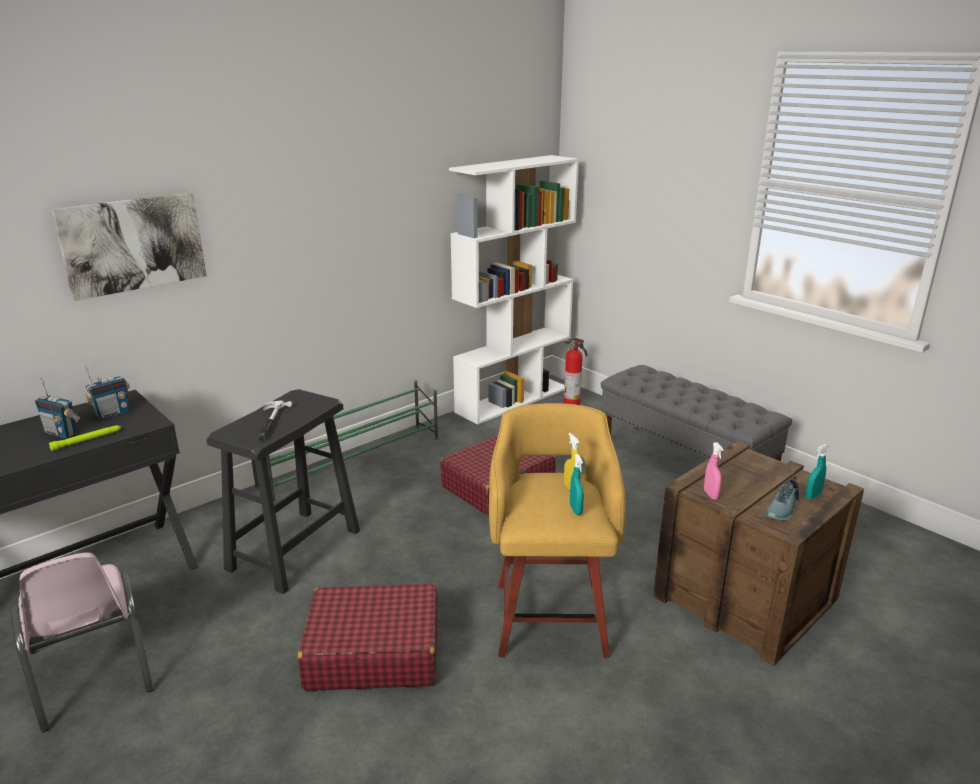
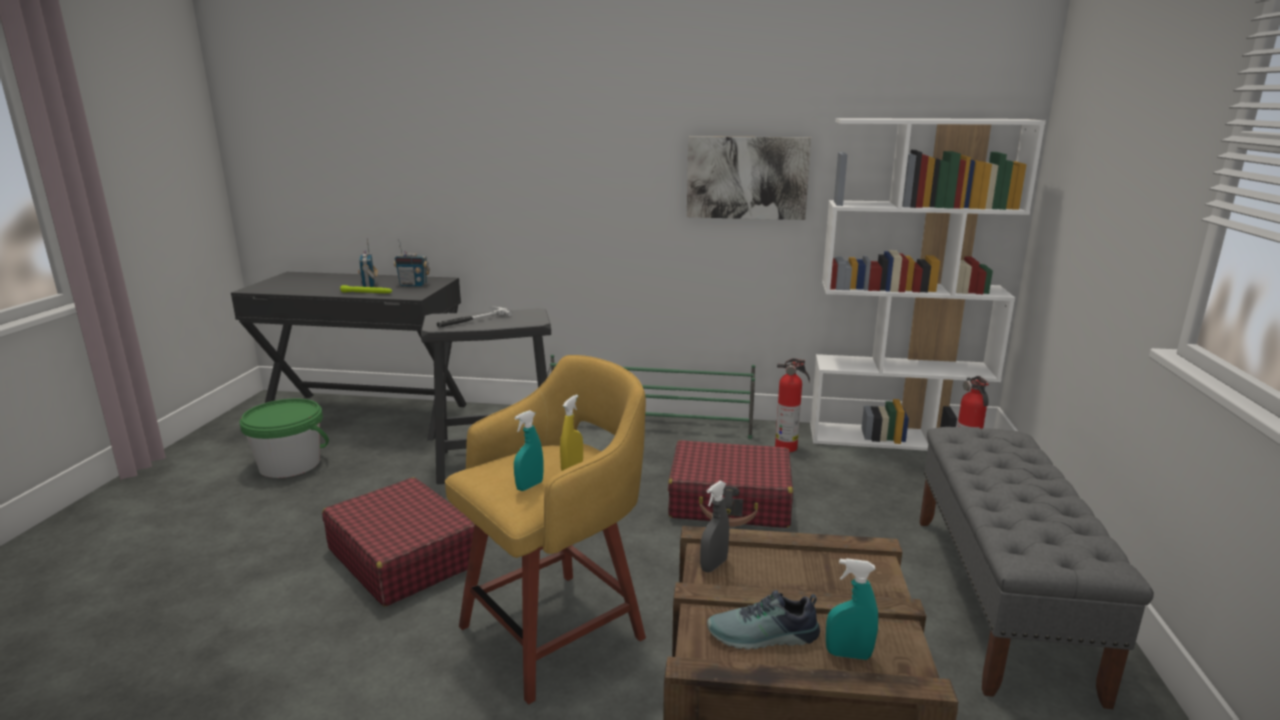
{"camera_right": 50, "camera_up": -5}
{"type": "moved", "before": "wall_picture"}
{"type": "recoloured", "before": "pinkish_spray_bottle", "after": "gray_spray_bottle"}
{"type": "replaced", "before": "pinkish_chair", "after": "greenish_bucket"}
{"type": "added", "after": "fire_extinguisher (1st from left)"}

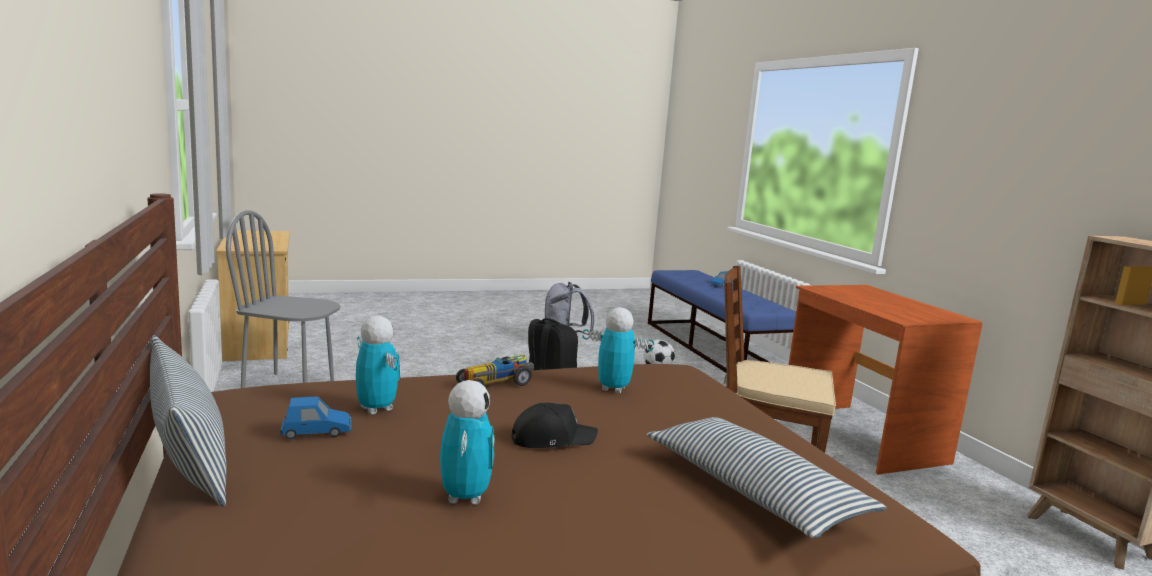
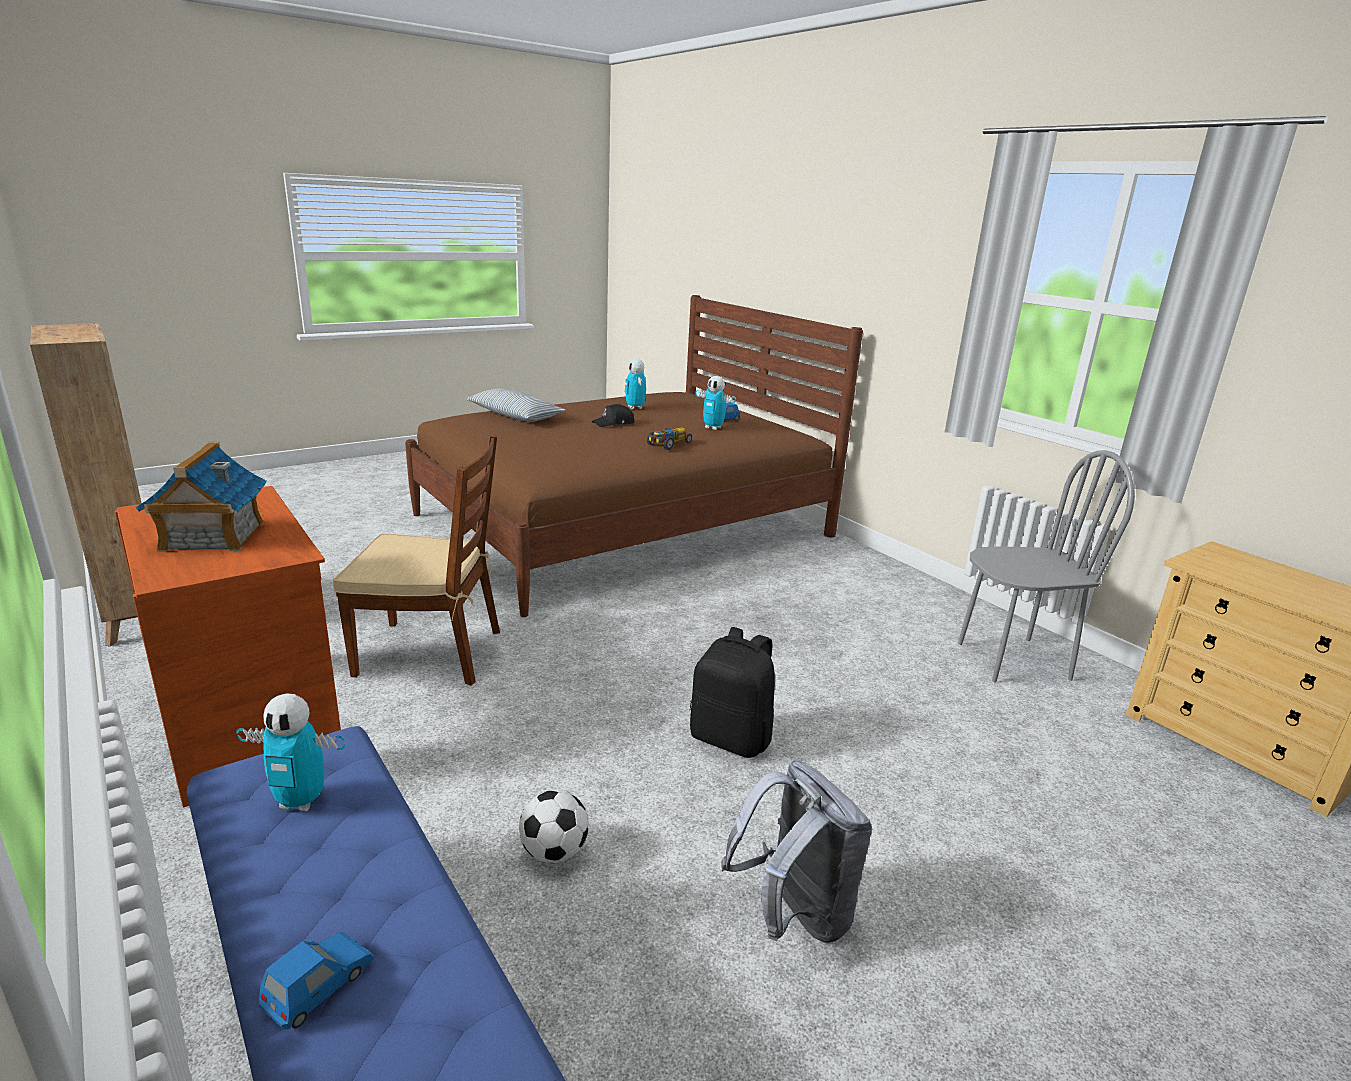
{"camera_right": 165, "camera_up": 10}
{"type": "moved", "before": "model_robot (3rd from left in the first image)", "after": "model_robot (1st from left)"}
{"type": "removed", "before": "cushion (1st from left)"}
{"type": "added", "after": "toy_house"}

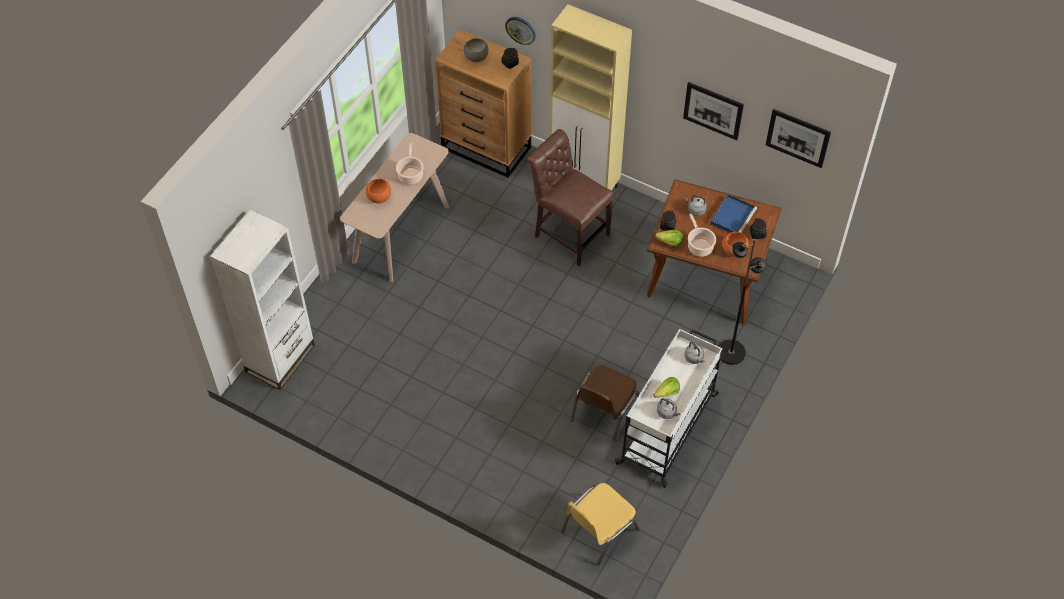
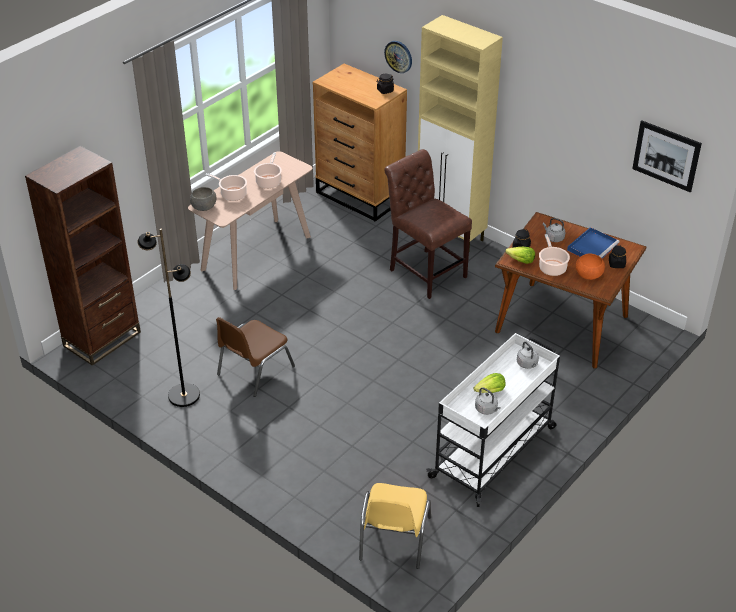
{"camera_right": 10, "camera_up": -15}
{"type": "moved", "before": "gray_deep_dish"}
{"type": "removed", "before": "wall_picture (1st from left)"}
{"type": "replaced", "before": "orangey_deep_dish (1st from left)", "after": "stockpot (1st from left)"}
{"type": "recoloured", "before": "whitish_shelving_unit", "after": "brown_shelving_unit"}
{"type": "moved", "before": "blackish_standing_lamp"}
{"type": "moved", "before": "brown_chair (2nd from left in the first image)", "after": "brown_chair (1st from left)"}
{"type": "turned", "before": "yellowish_chair", "turn": -45}

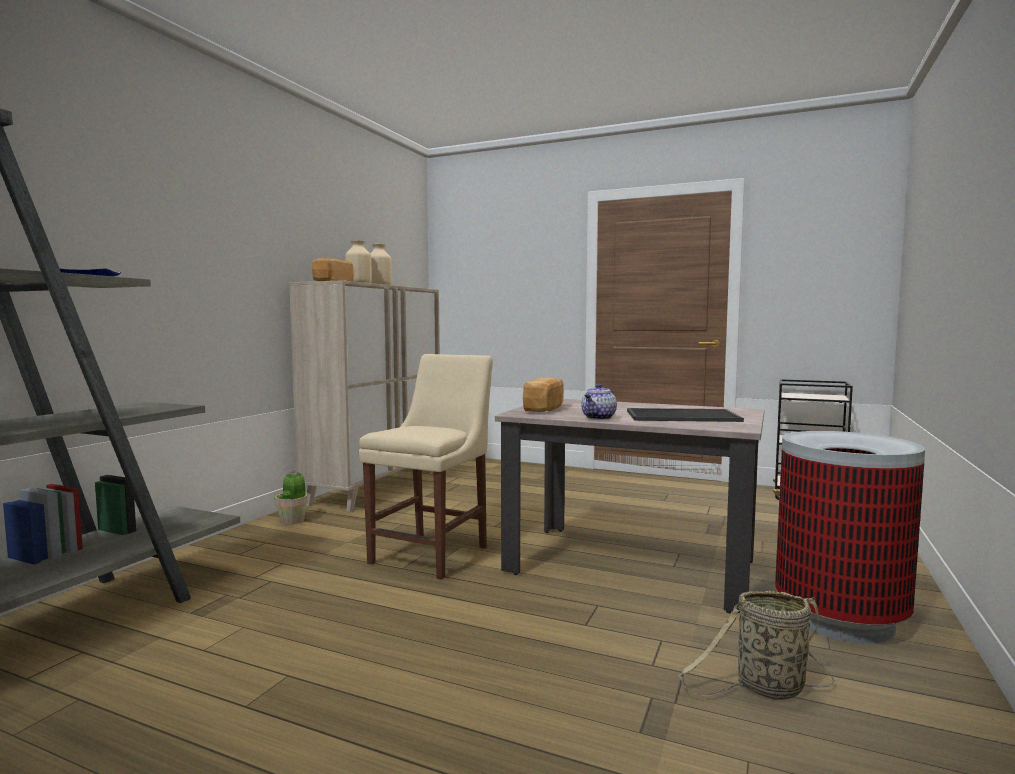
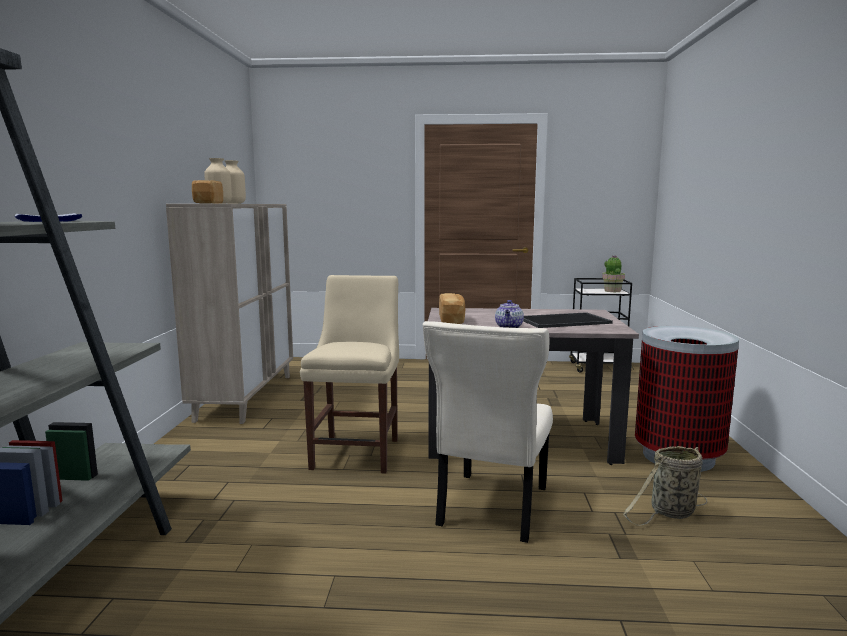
{"camera_right": -20, "camera_up": 5}
{"type": "moved", "before": "potted_plant"}
{"type": "added", "after": "sand-coloured_chair (2nd from left)"}

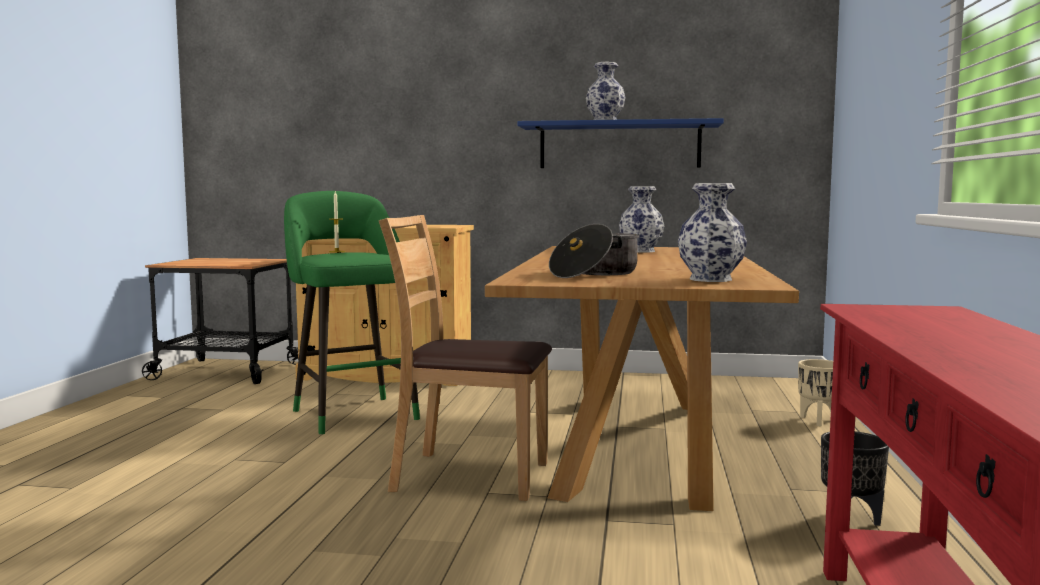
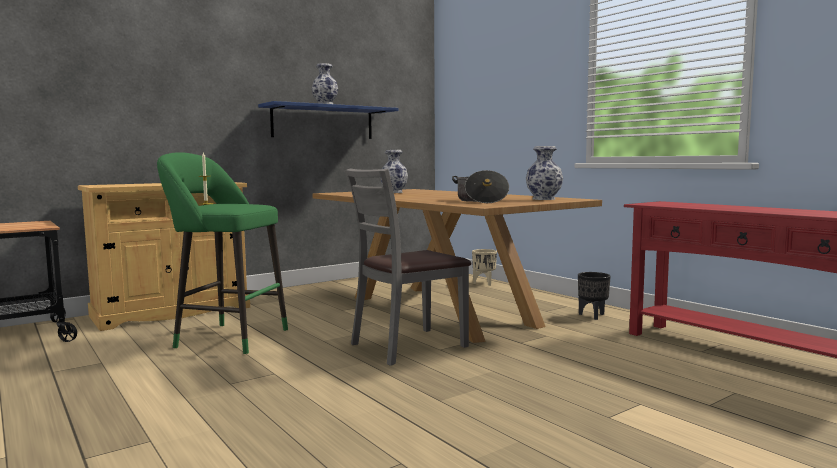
{"camera_right": -45, "camera_up": 0}
{"type": "recoloured", "before": "brown_chair", "after": "gray_chair"}

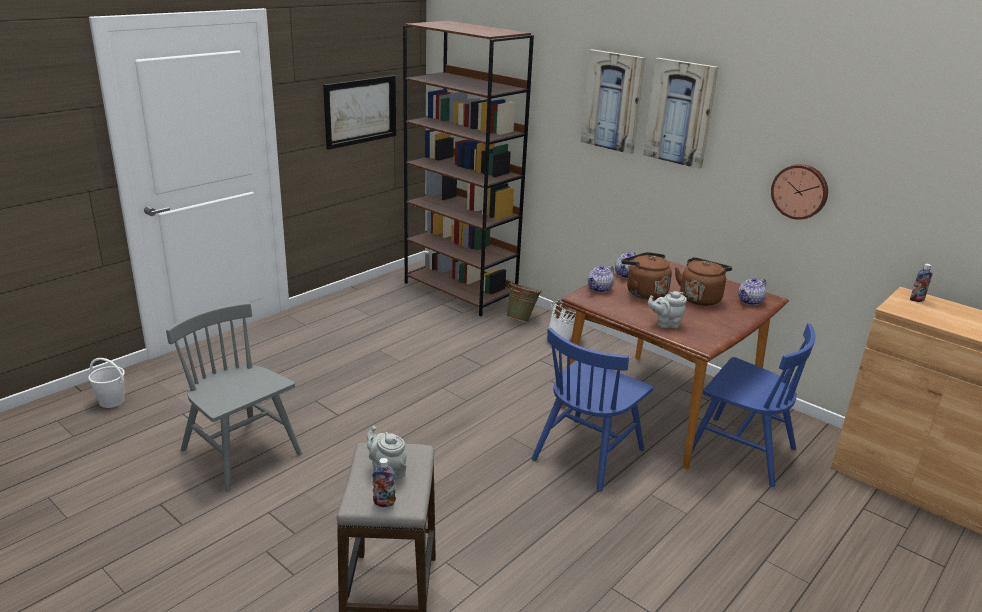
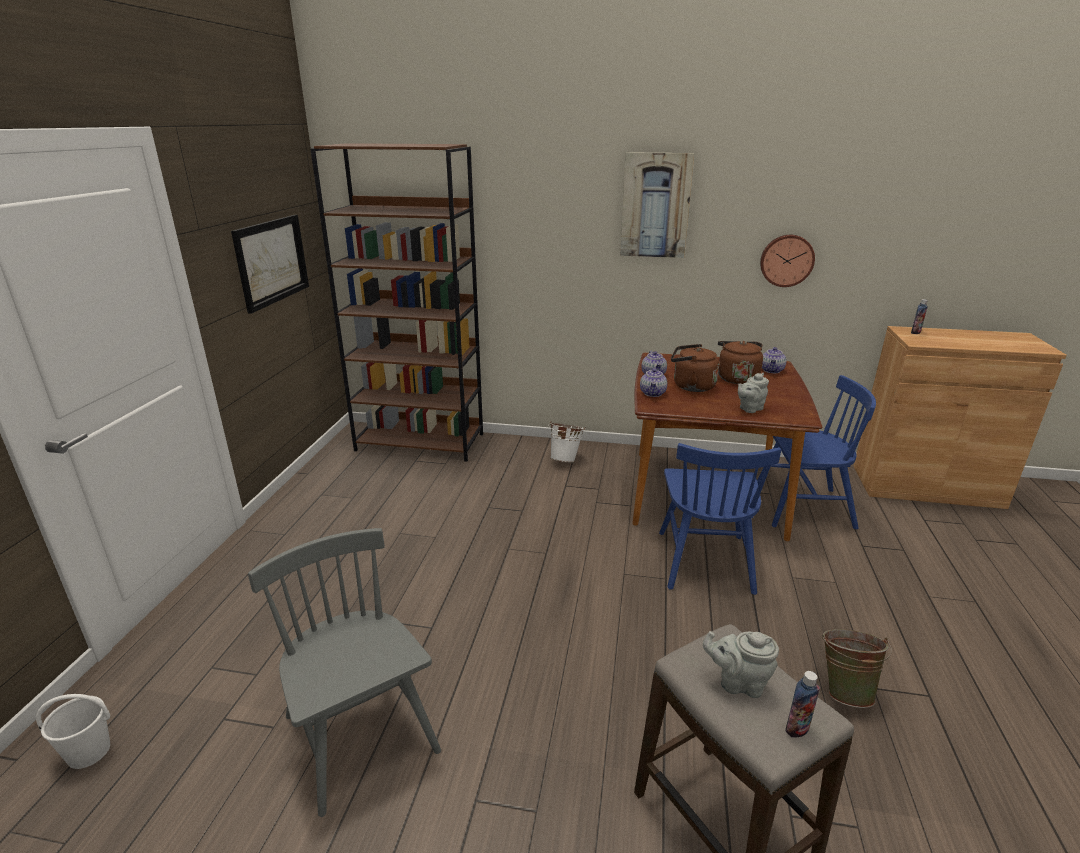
{"camera_right": -30, "camera_up": 0}
{"type": "removed", "before": "wall_picture (2nd from left)"}
{"type": "moved", "before": "greenish_bucket"}
{"type": "turned", "before": "gray_chair", "turn": 45}

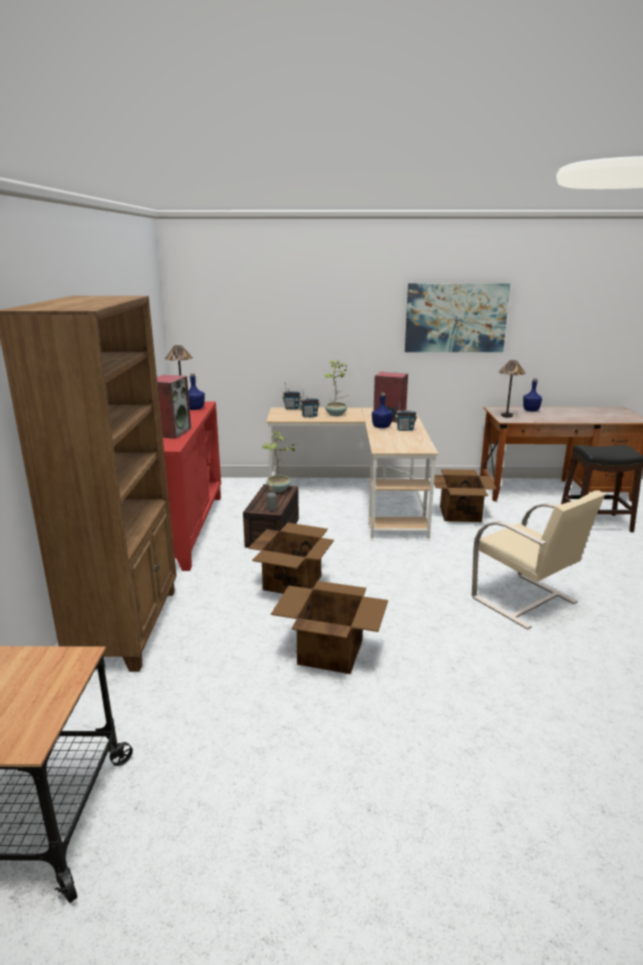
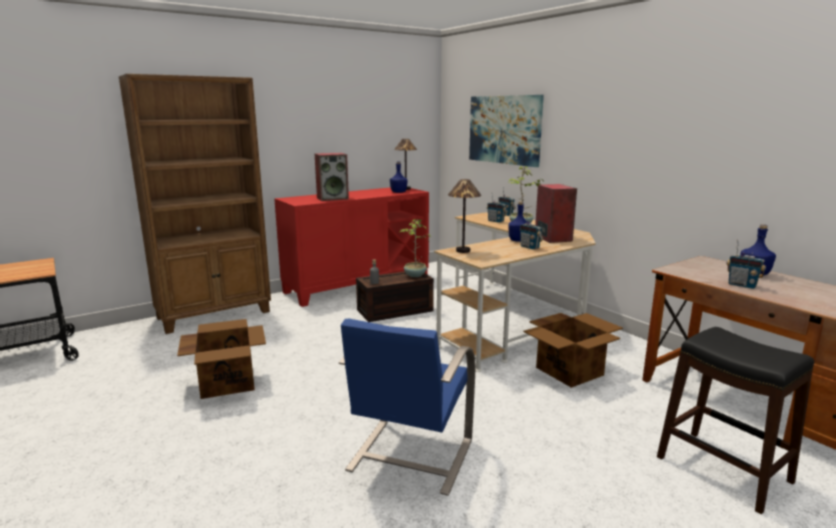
{"camera_right": 55, "camera_up": -5}
{"type": "moved", "before": "wall_picture"}
{"type": "moved", "before": "tabletop_lamp (2nd from left)"}
{"type": "recoloured", "before": "sand-coloured_chair", "after": "blue-coloured_chair"}
{"type": "removed", "before": "carton (1st from left)"}
{"type": "added", "after": "radio_set (4th from left)"}

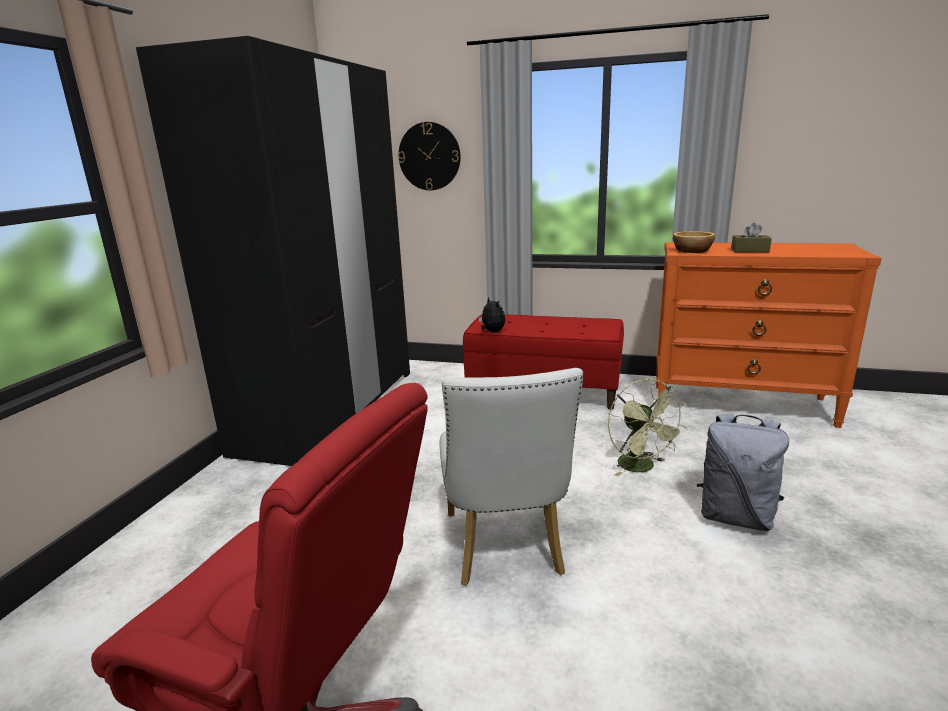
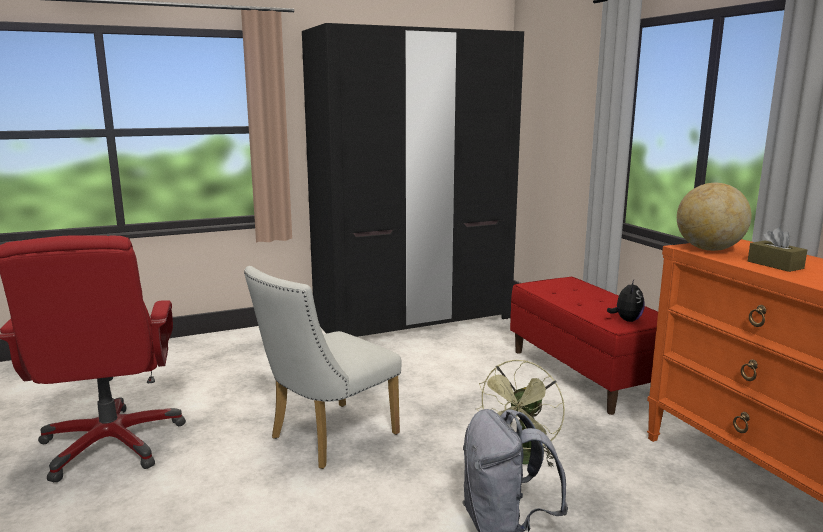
{"camera_right": 50, "camera_up": -5}
{"type": "removed", "before": "hanging_clock"}
{"type": "replaced", "before": "deep_dish", "after": "desk_globe"}
{"type": "moved", "before": "soft_toy"}

